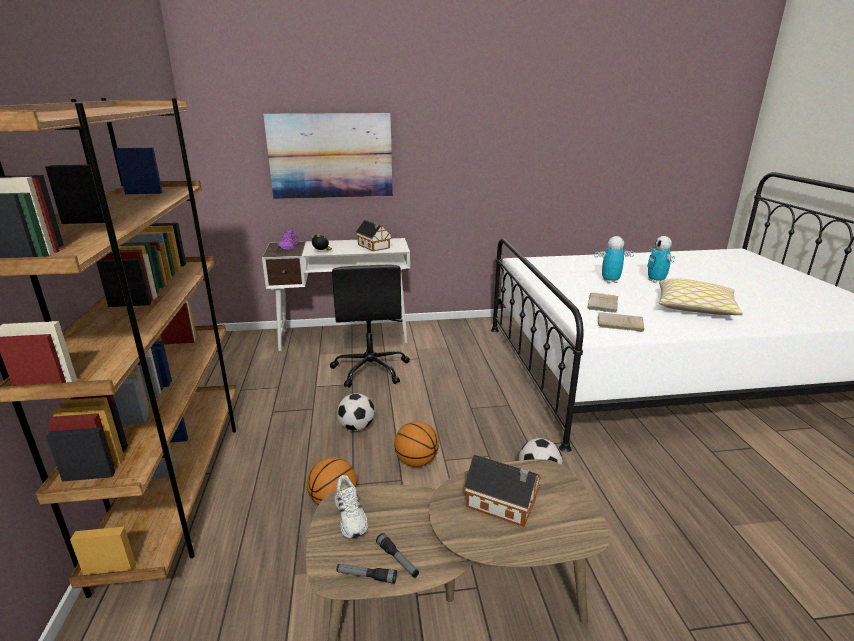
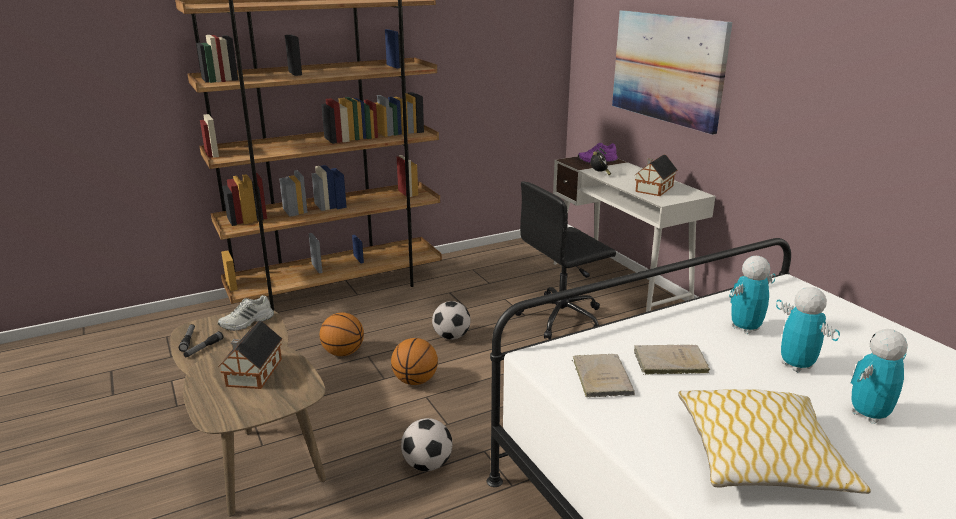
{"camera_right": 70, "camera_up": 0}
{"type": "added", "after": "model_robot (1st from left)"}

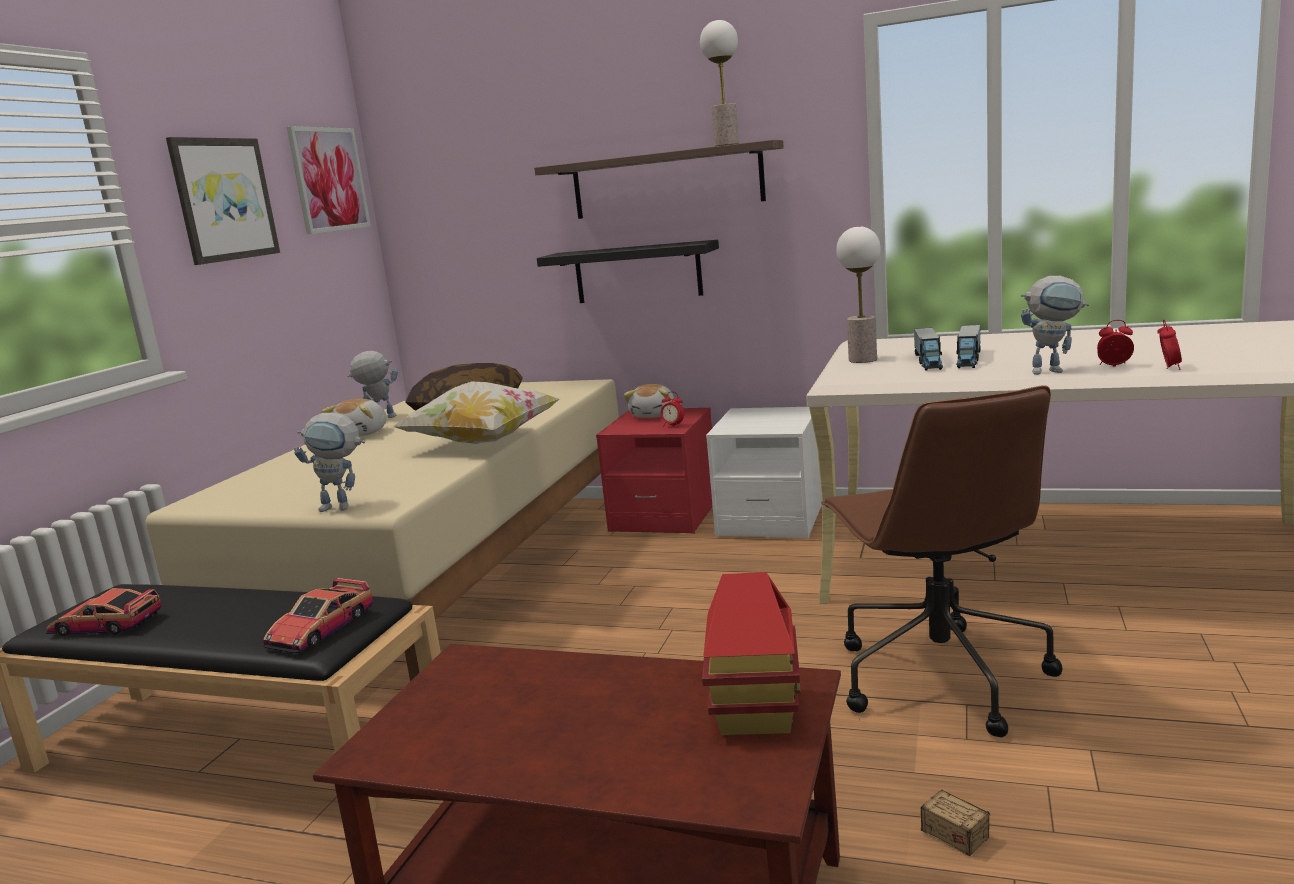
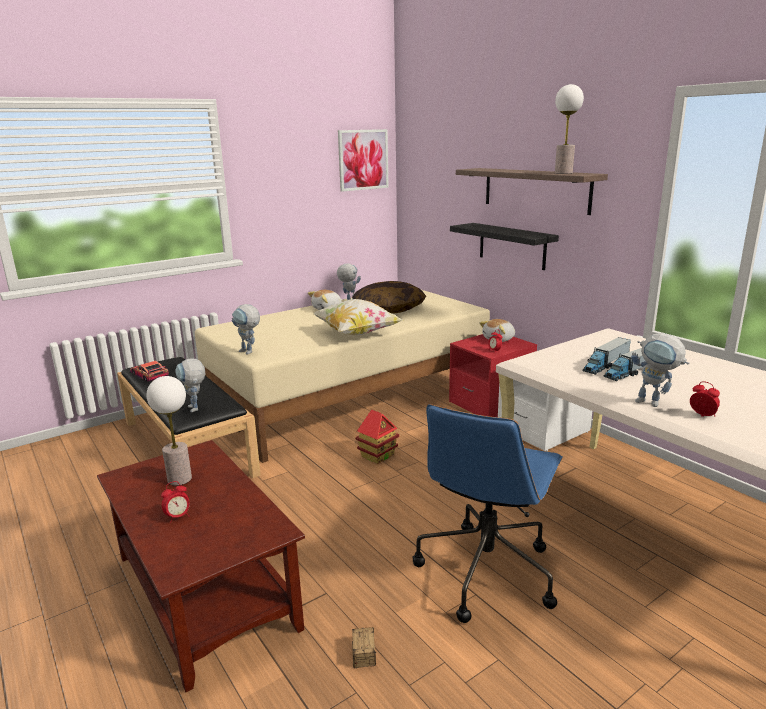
{"camera_right": 35, "camera_up": 5}
{"type": "removed", "before": "wall_picture (1st from left)"}
{"type": "moved", "before": "tabletop_lamp (2nd from left in the first image)", "after": "tabletop_lamp (1st from left)"}
{"type": "moved", "before": "table_clock (3rd from left in the first image)", "after": "table_clock (1st from left)"}
{"type": "recoloured", "before": "brown_computer_chair", "after": "blue-coloured_computer_chair"}
{"type": "moved", "before": "toy_house"}
{"type": "replaced", "before": "miniature_car (2nd from left)", "after": "model_robot (1st from left)"}

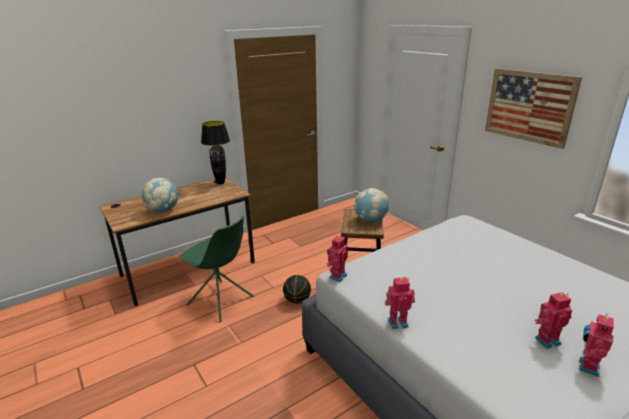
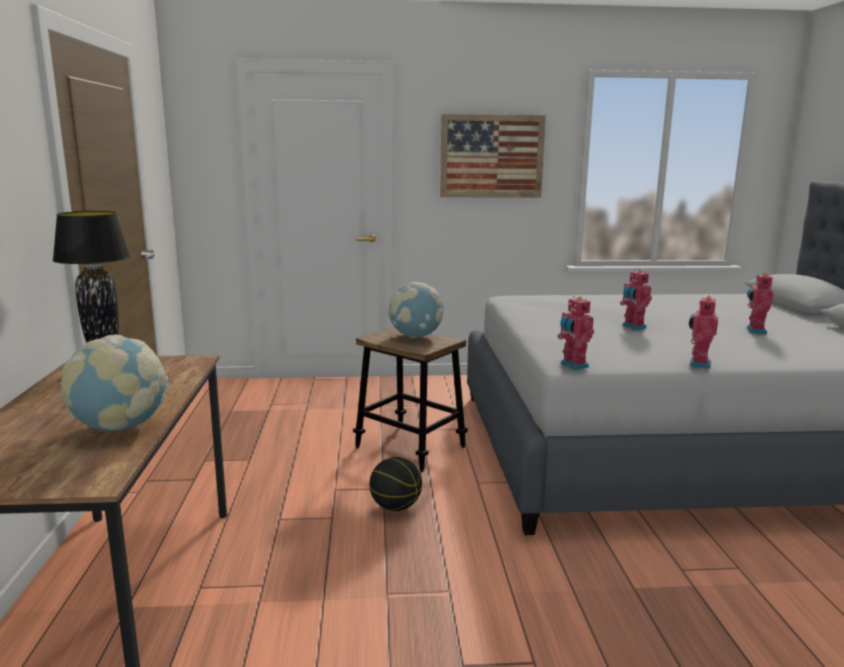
{"camera_right": -60, "camera_up": -10}
{"type": "removed", "before": "greenish_chair"}
{"type": "moved", "before": "model_robot (4th from left in the first image)", "after": "model_robot (2nd from left)"}

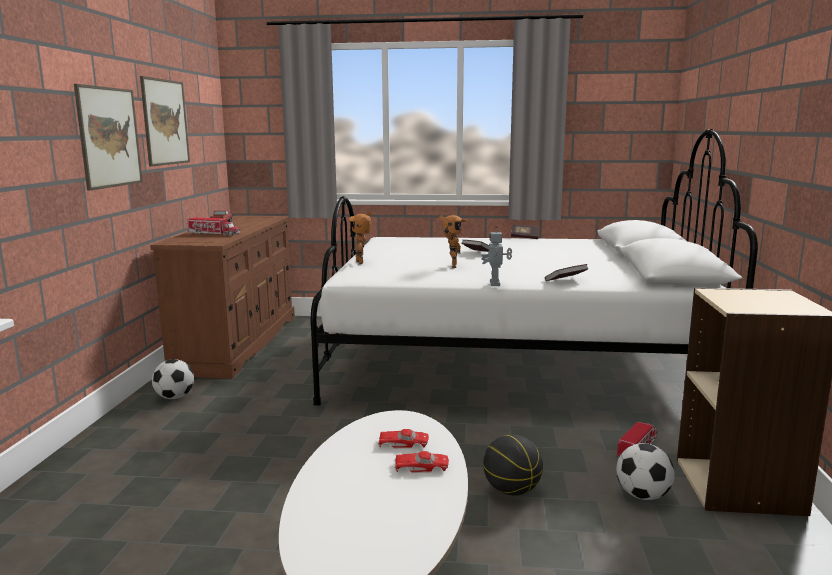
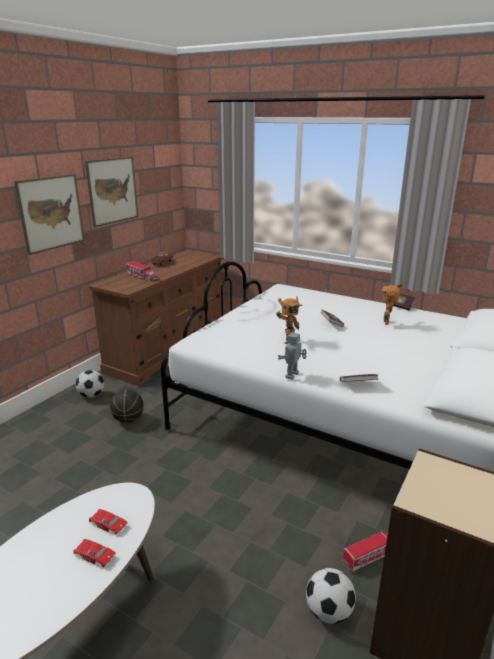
{"camera_right": 25, "camera_up": 10}
{"type": "moved", "before": "model_robot (1st from left in the first image)", "after": "model_robot (3rd from left)"}
{"type": "moved", "before": "ball_for_basketball"}

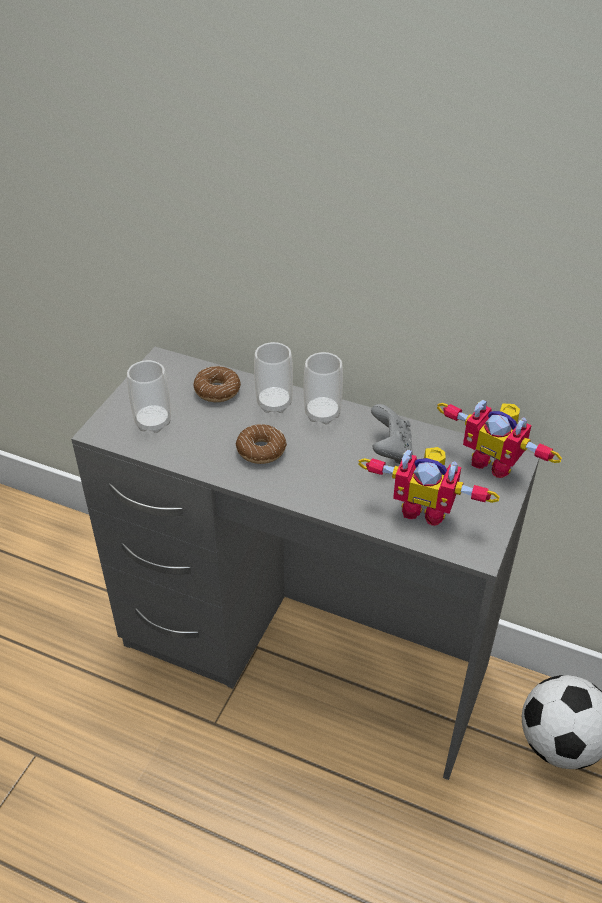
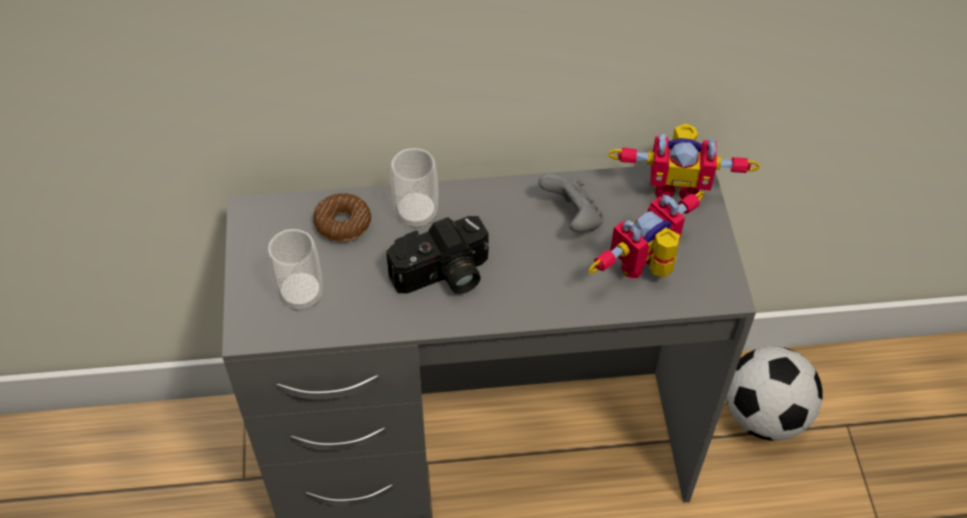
{"camera_right": -30, "camera_up": 10}
{"type": "removed", "before": "small_cup (3rd from left)"}
{"type": "replaced", "before": "donut (2nd from left)", "after": "photo_camera"}
{"type": "turned", "before": "model_robot (1st from left)", "turn": 150}

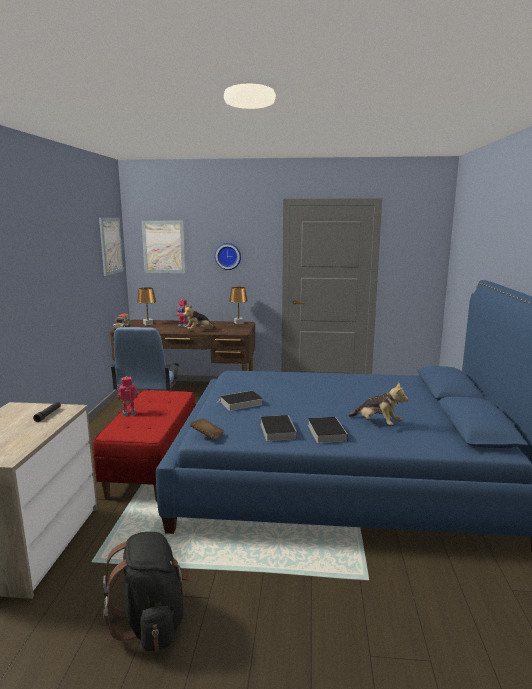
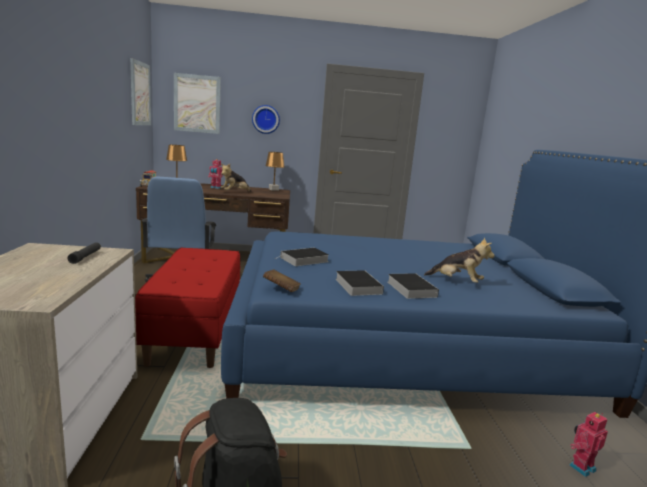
{"camera_right": -10, "camera_up": 0}
{"type": "moved", "before": "model_robot (1st from left in the first image)", "after": "model_robot (2nd from left)"}

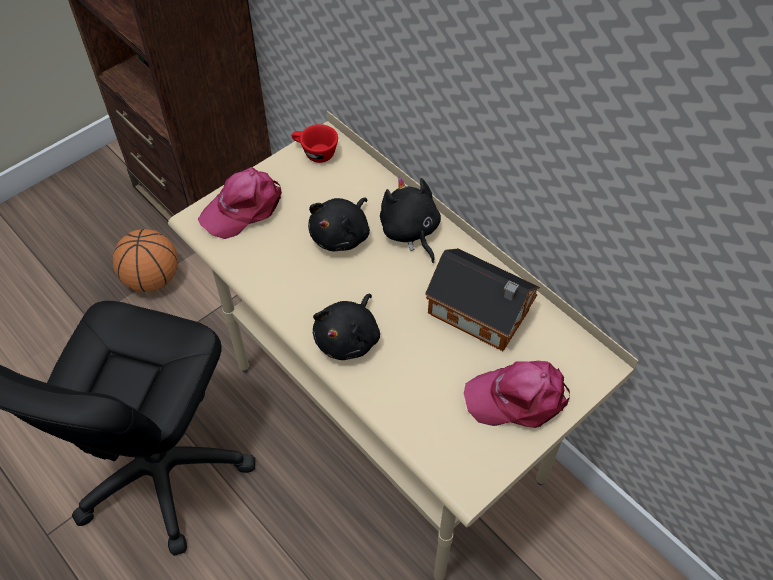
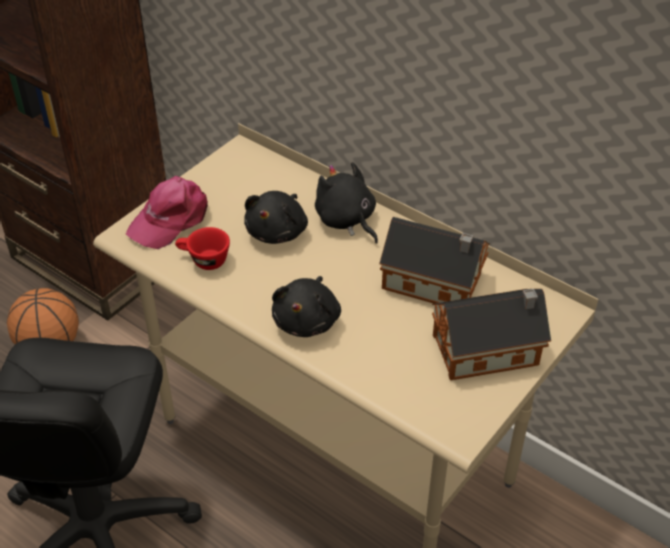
{"camera_right": -10, "camera_up": -10}
{"type": "moved", "before": "red_small_cup"}
{"type": "replaced", "before": "pinkish_peaked_cap (2nd from left)", "after": "toy_house (2nd from left)"}

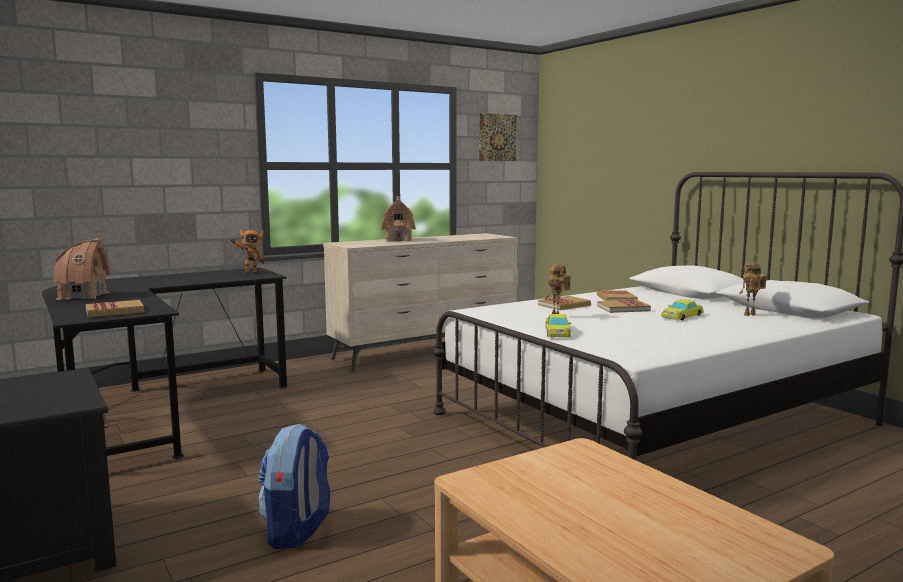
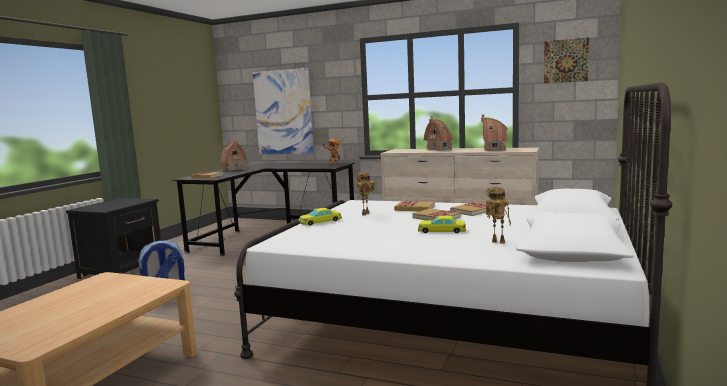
{"camera_right": 55, "camera_up": 0}
{"type": "added", "after": "wall_picture (1st from left)"}
{"type": "added", "after": "toy_house (3rd from left)"}

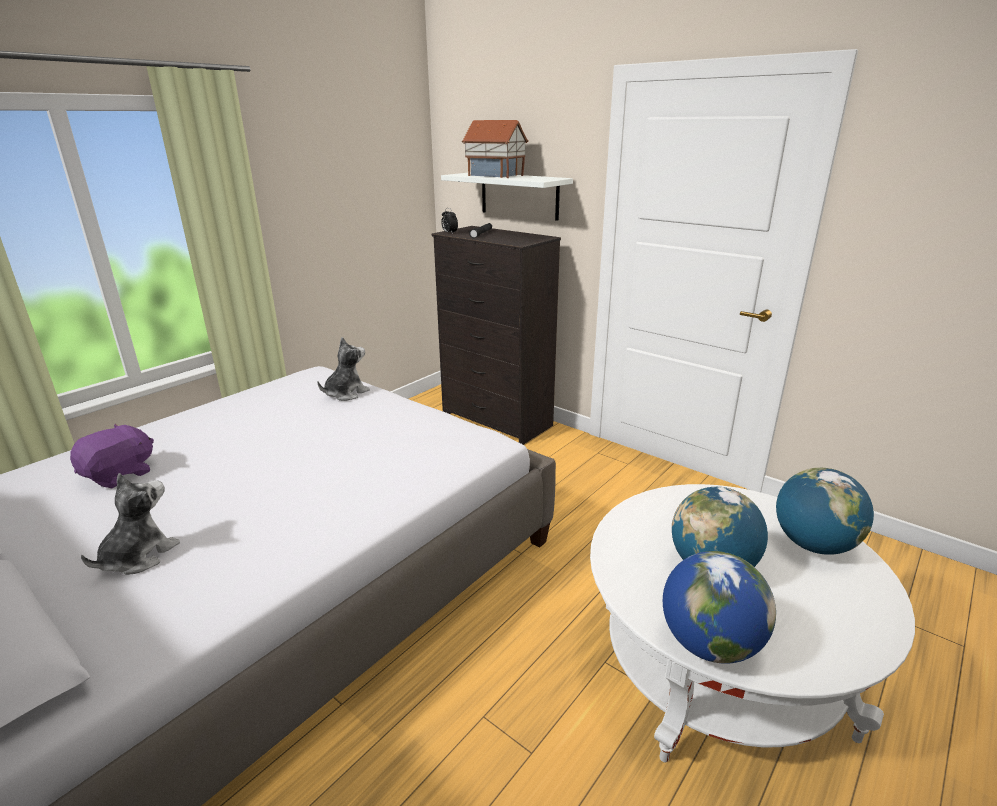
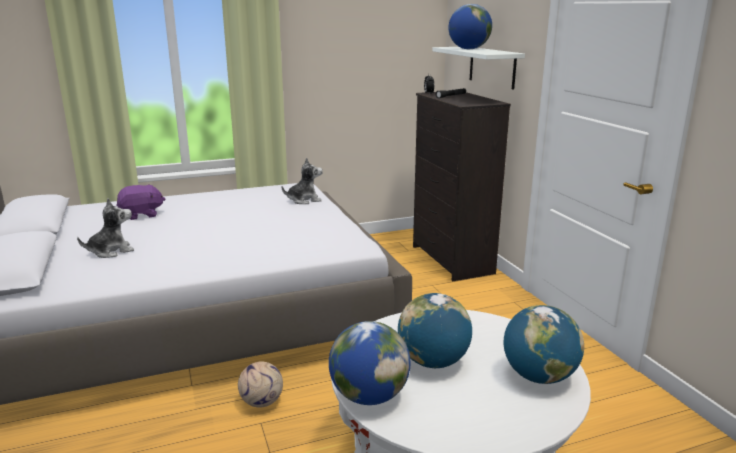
{"camera_right": 30, "camera_up": -5}
{"type": "replaced", "before": "toy_house", "after": "desk_globe (3rd from left)"}
{"type": "added", "after": "football"}

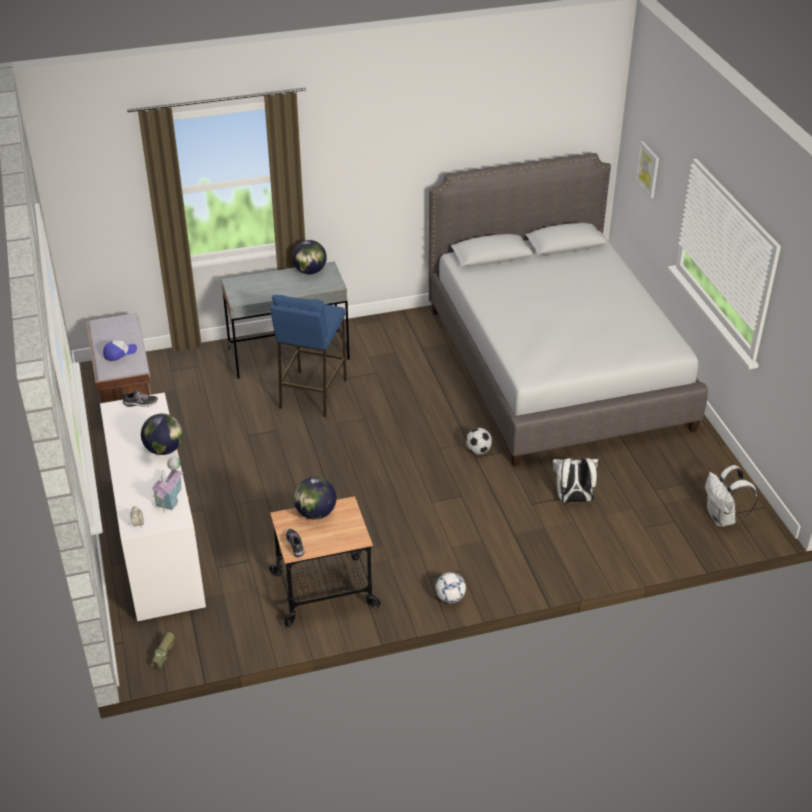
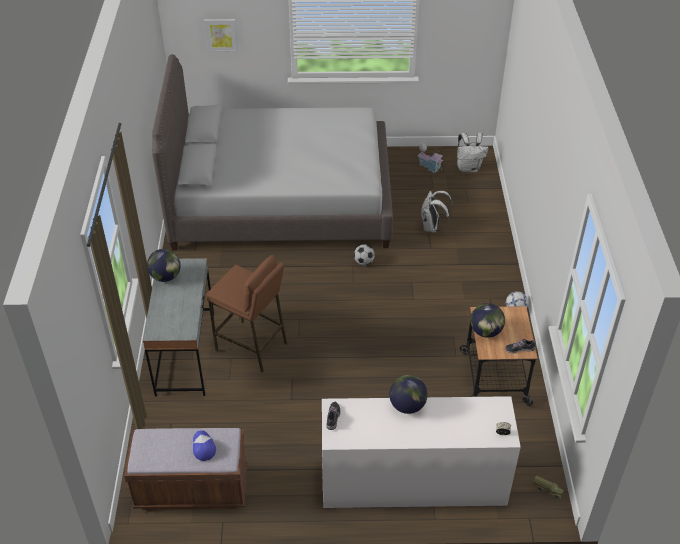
{"camera_right": -75, "camera_up": 5}
{"type": "recoloured", "before": "blue-coloured_stool", "after": "brown_stool"}
{"type": "moved", "before": "toy_house"}

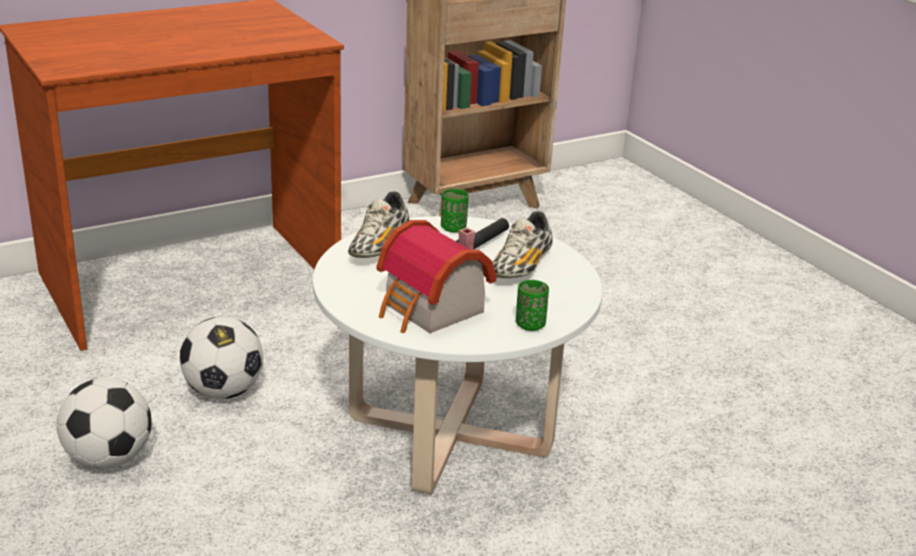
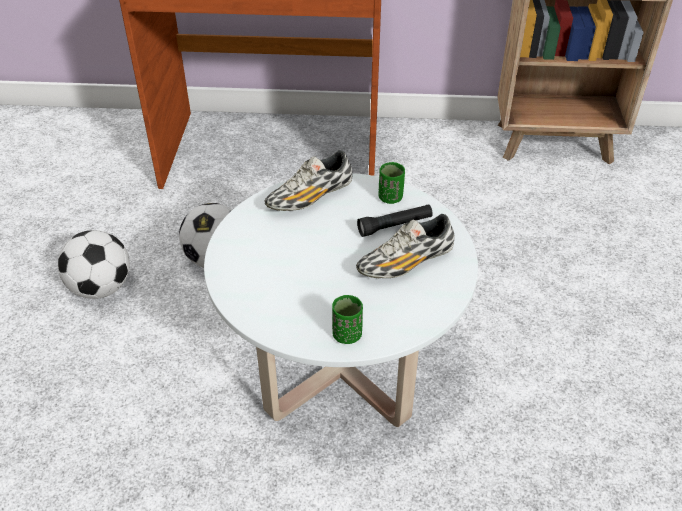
{"camera_right": 35, "camera_up": 15}
{"type": "removed", "before": "toy_house"}

